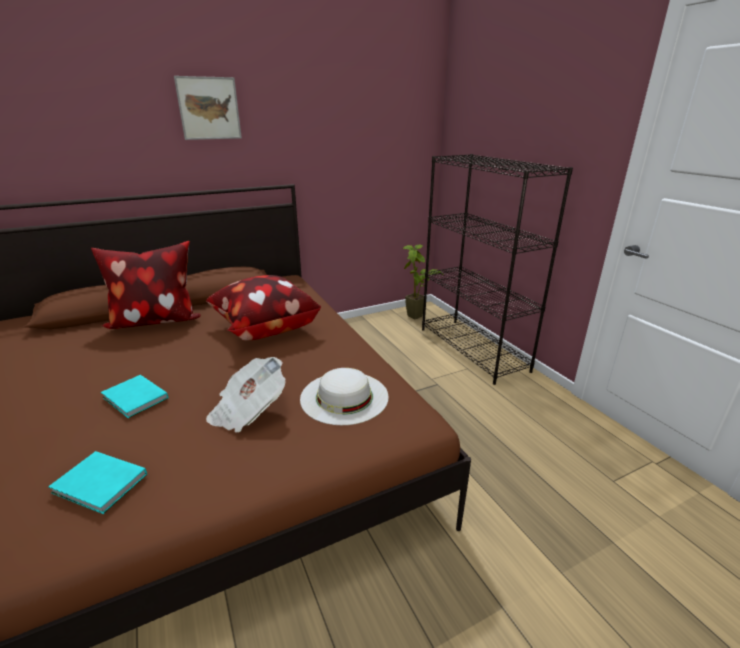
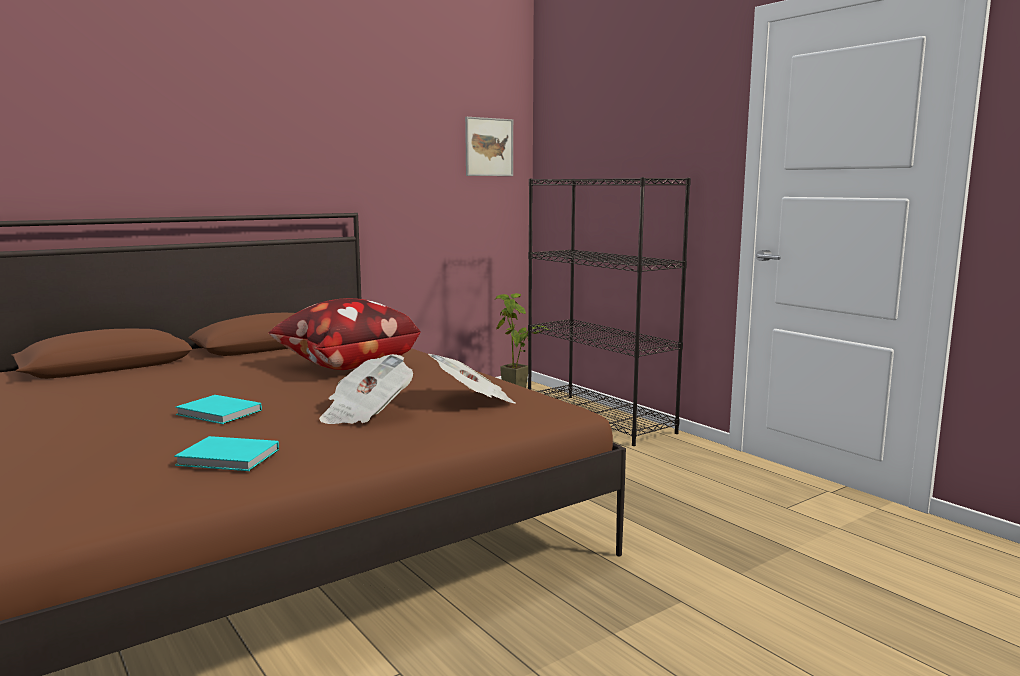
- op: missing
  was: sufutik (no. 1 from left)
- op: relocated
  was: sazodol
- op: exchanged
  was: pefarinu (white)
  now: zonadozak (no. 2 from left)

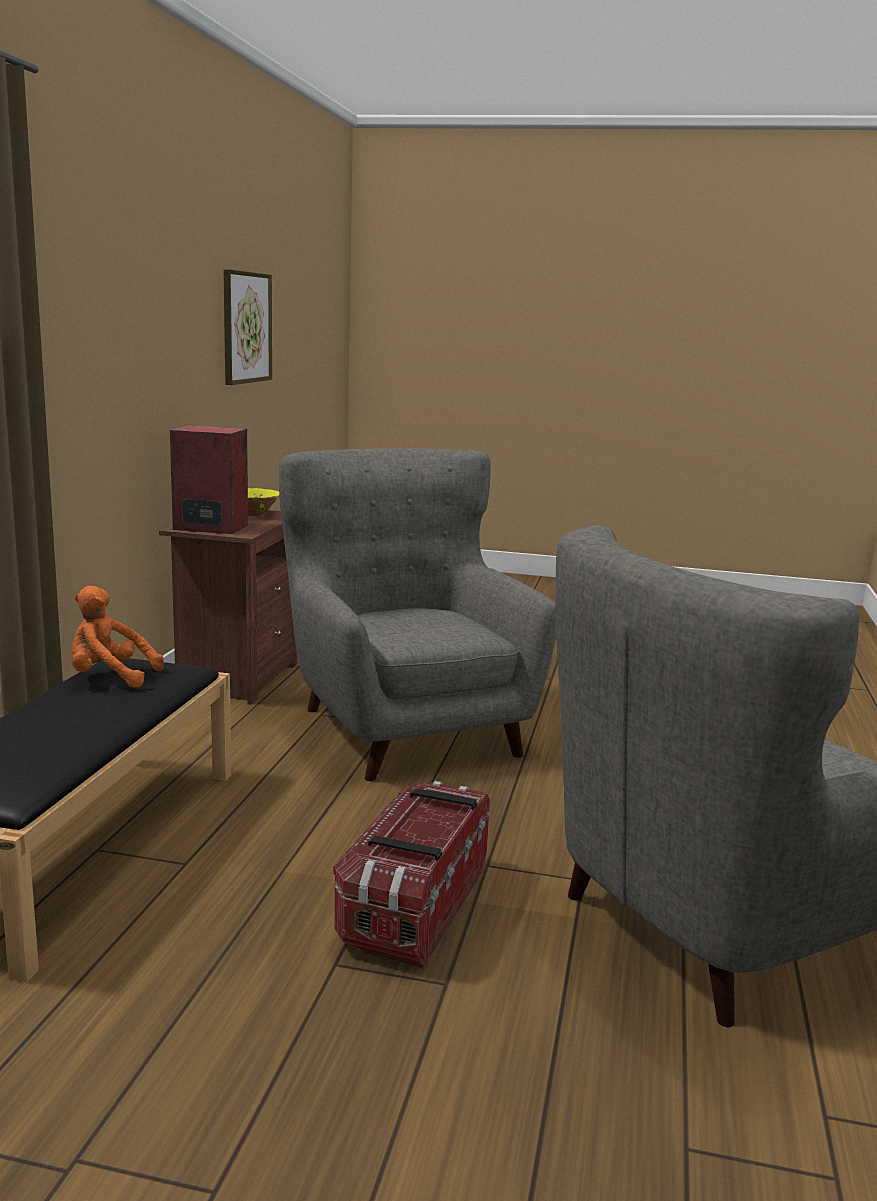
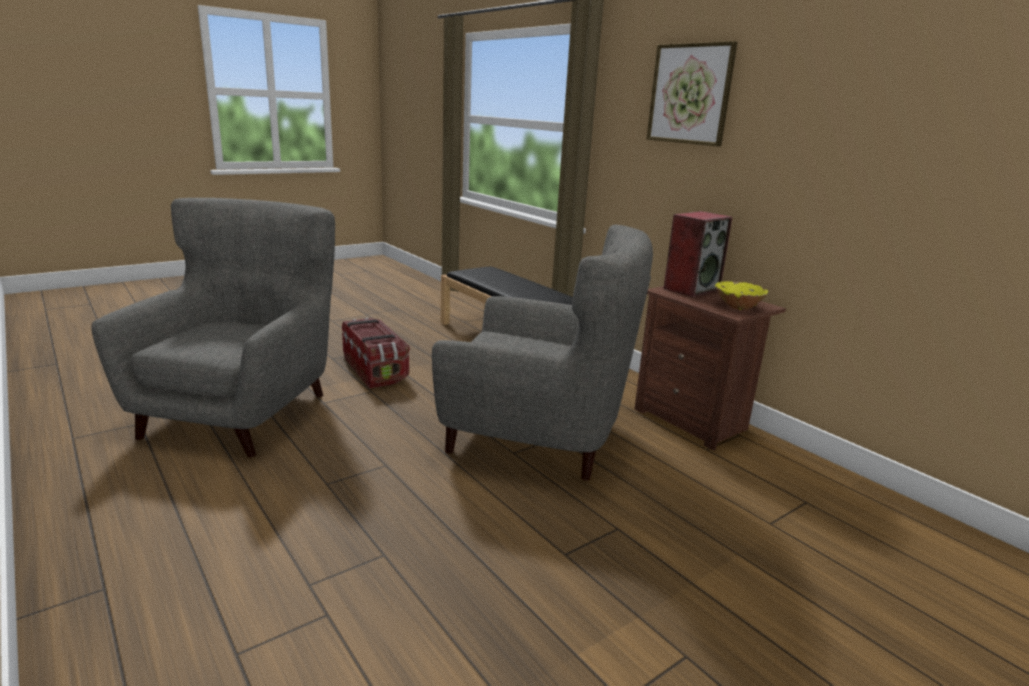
- op: missing
  was: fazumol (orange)
- op: relocated
  was: sazodol

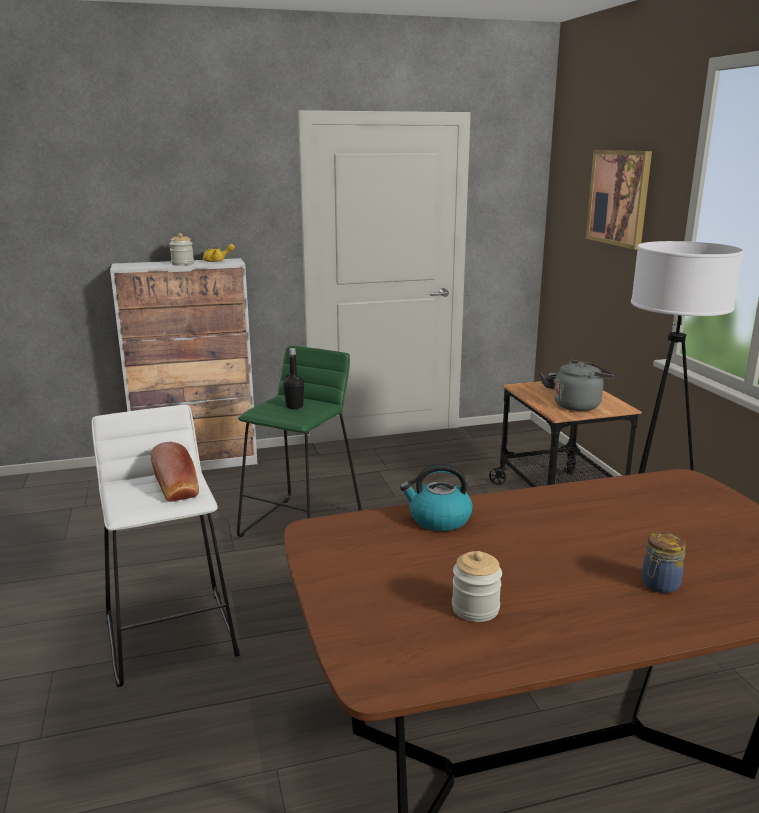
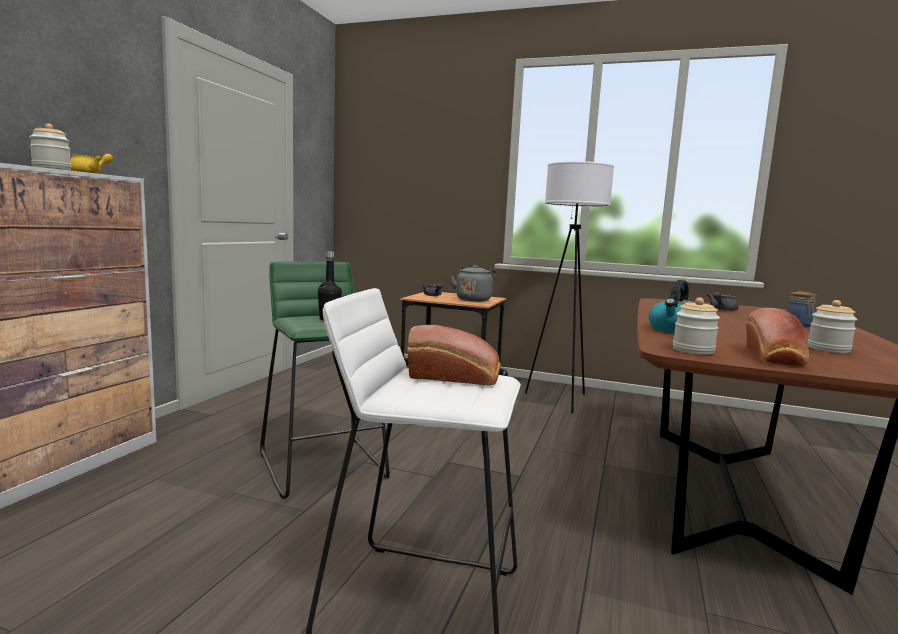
- op: missing
  was: sazodol
- op: appeared
  now: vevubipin (no. 2 from left)
- op: appeared
  now: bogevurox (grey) (no. 2 from left)
- op: appeared
  now: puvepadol (no. 2 from left)

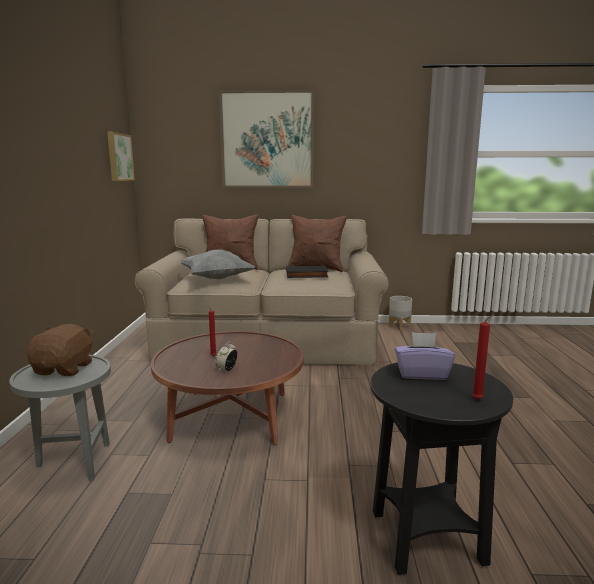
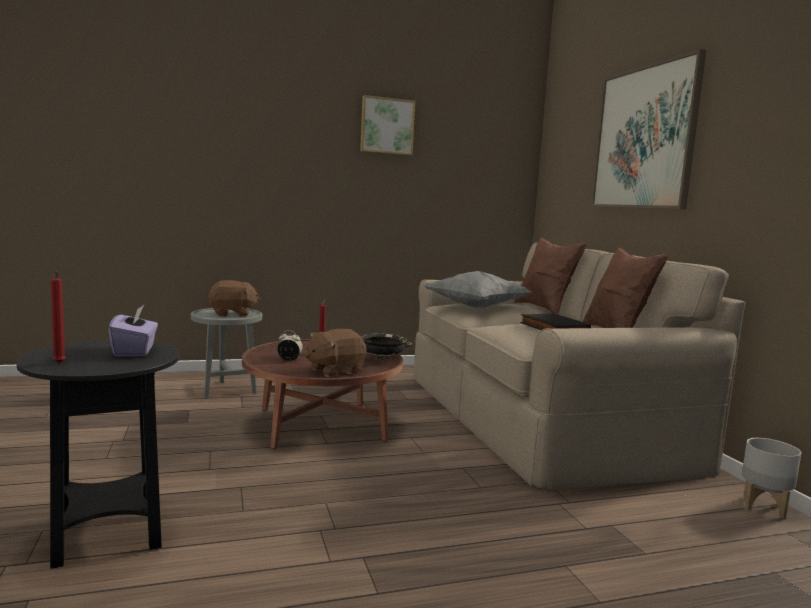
- op: relocated
  was: sazodol (no. 1 from left)
- op: appeared
  now: fazumol (brown) (no. 2 from left)
- op: appeared
  now: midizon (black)

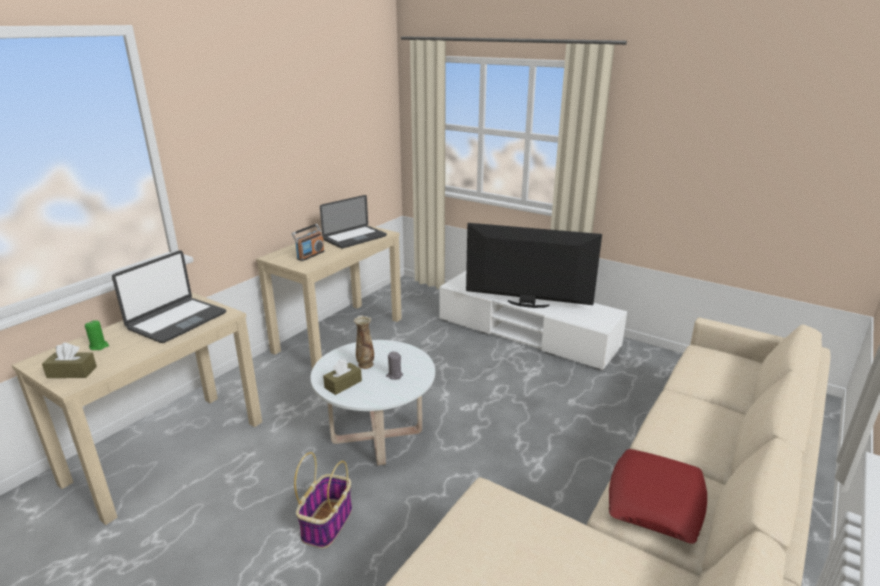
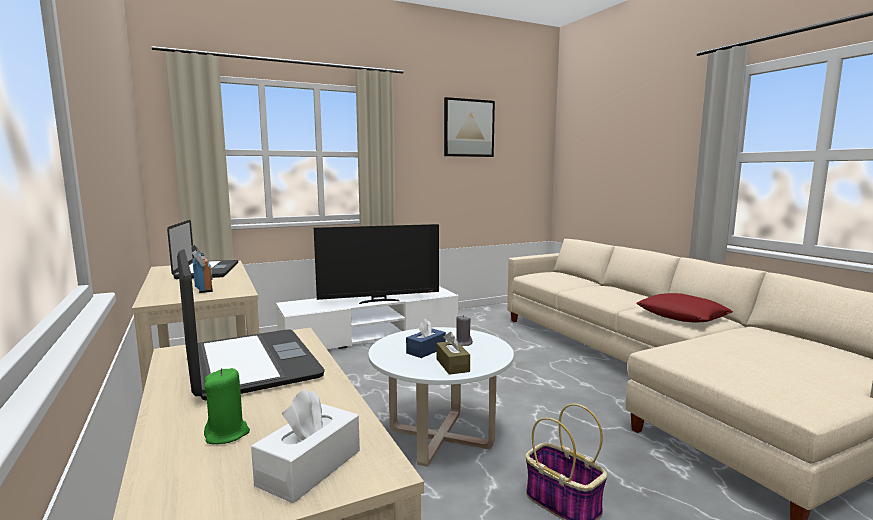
- op: colour
  was: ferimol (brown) (no. 1 from left)
  now: ferimol (white)
- op: exchanged
  was: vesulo
  now: ferimol (blue)
- op: spun
  was: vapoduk
  clockwise: -150
- op: appeared
  now: sazodol

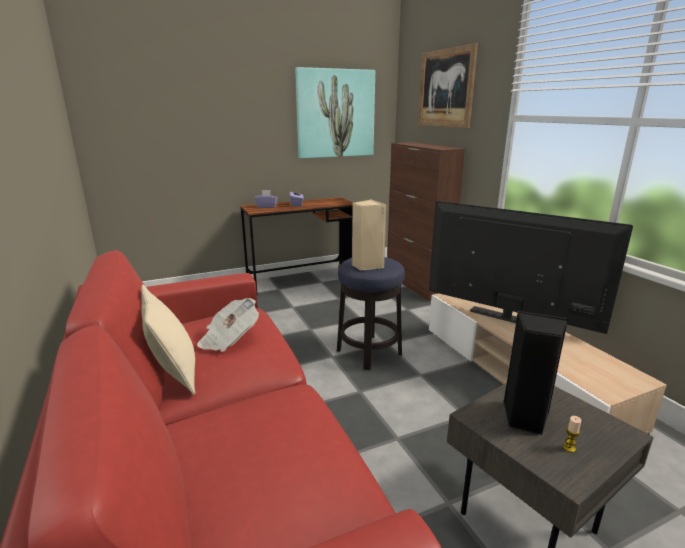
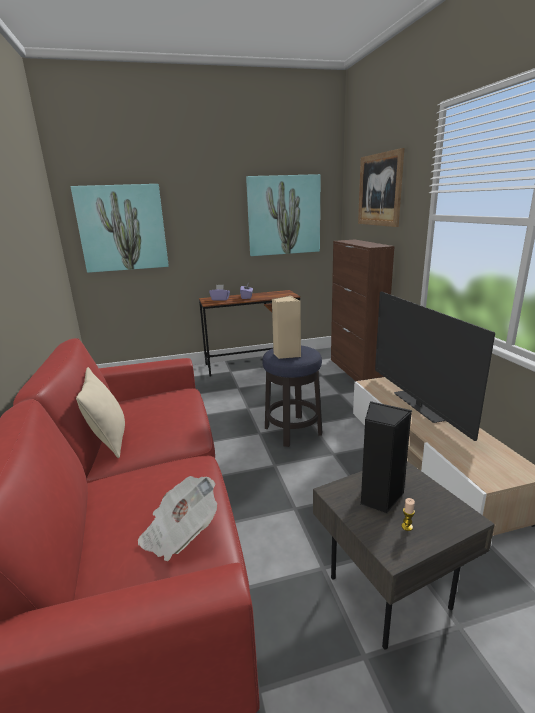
- op: relocated
  was: zonadozak
- op: spun
  was: vapoduk
  clockwise: -150
- op: appeared
  now: sazodol (no. 1 from left)

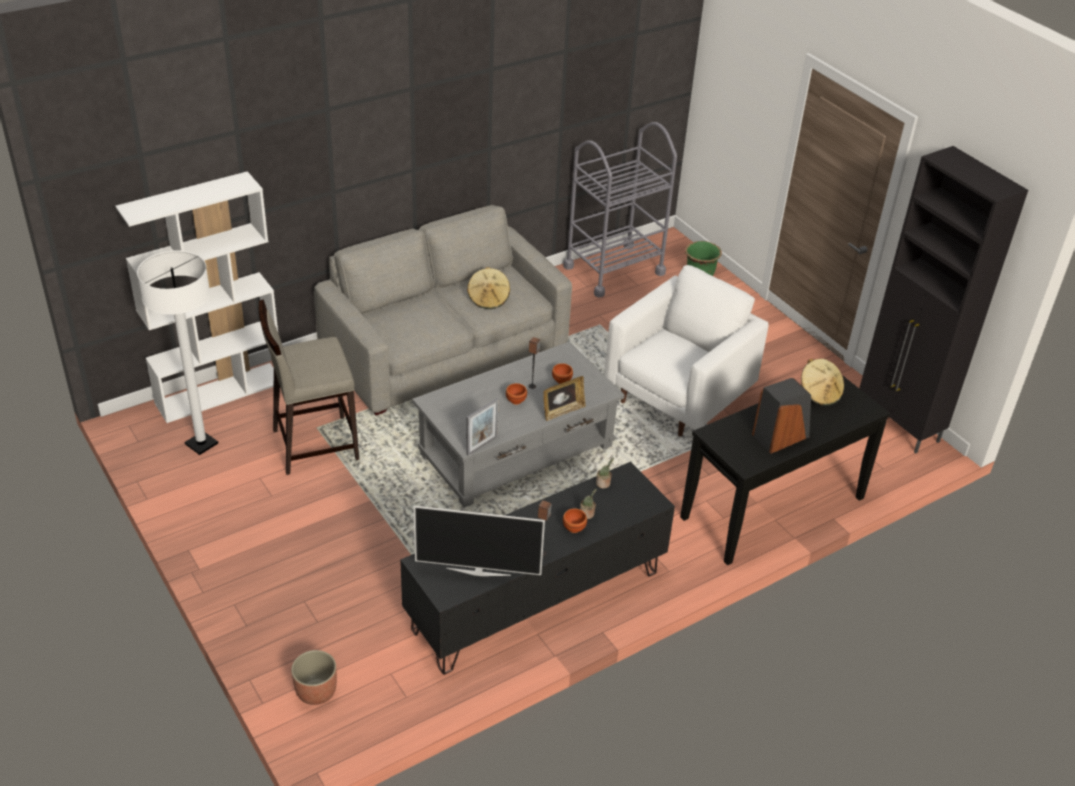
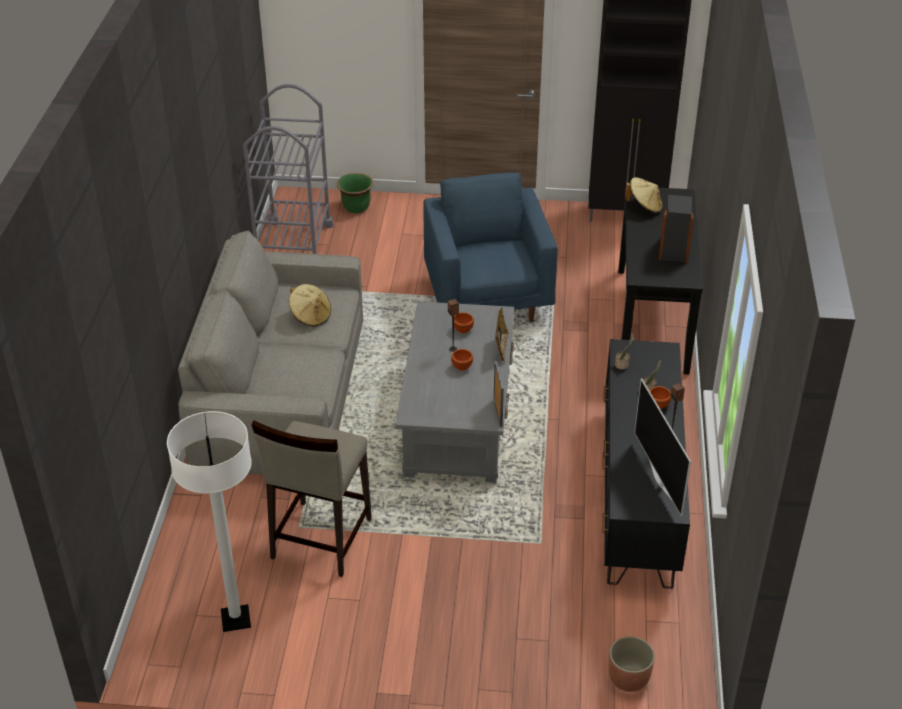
- op: missing
  was: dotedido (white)
- op: spun
  was: vapoduk
  clockwise: 120
- op: colour
  was: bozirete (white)
  now: bozirete (blue)

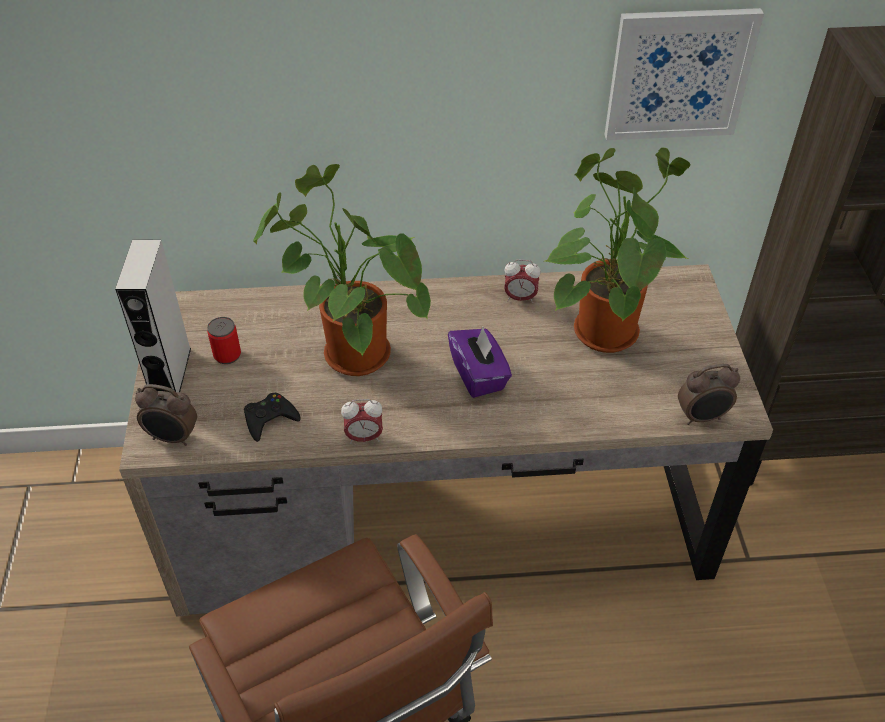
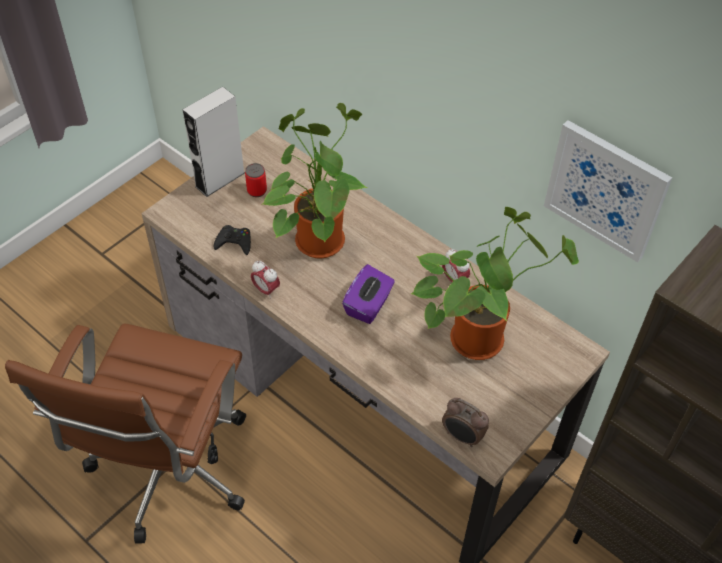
- op: missing
  was: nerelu (no. 1 from left)

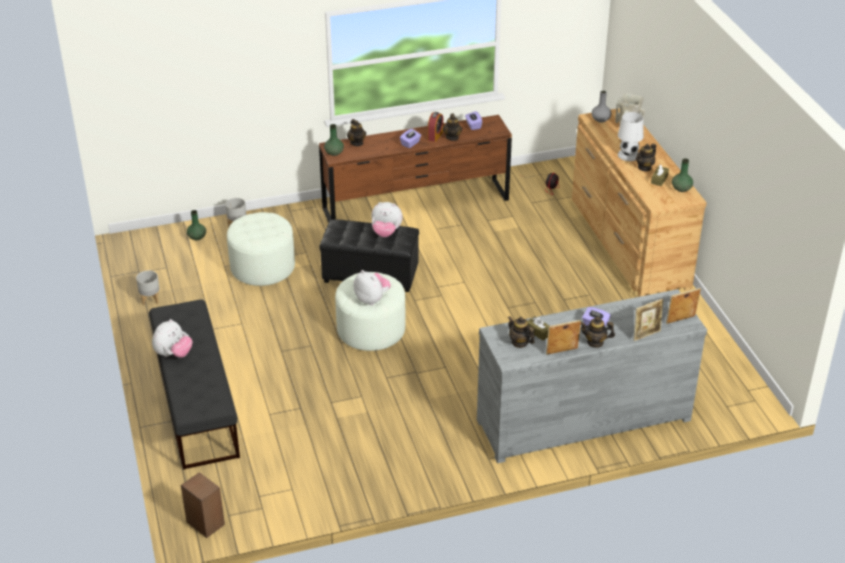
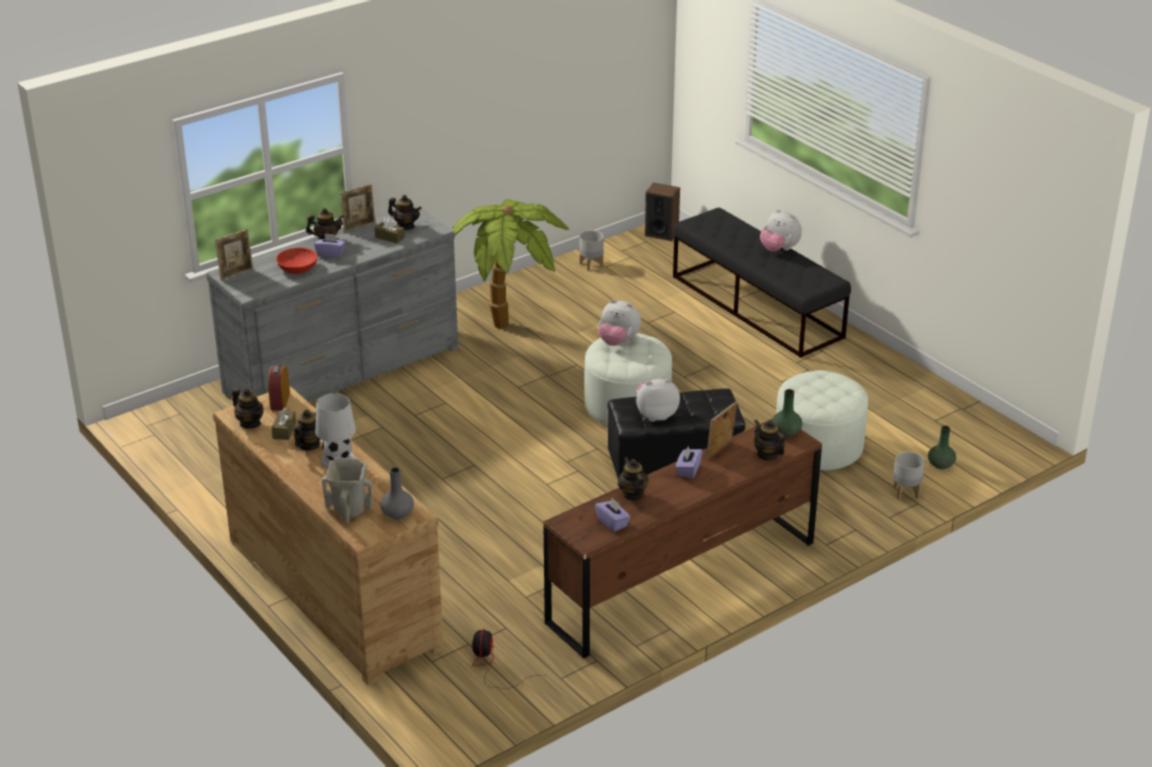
- op: relocated
  was: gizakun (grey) (no. 1 from left)
- op: spun
  was: fazumol (no. 1 from left in the first image)
  clockwise: -60
- op: relocated
  was: nerelu
- op: relocated
  was: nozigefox (no. 2 from left in the first image)
  now: nozigefox (no. 3 from left)
- op: exchanged
  was: vesulo (green) (no. 3 from left)
  now: bogevurox (no. 1 from left)
- op: appeared
  now: midizon (red)
- op: appeared
  now: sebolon

